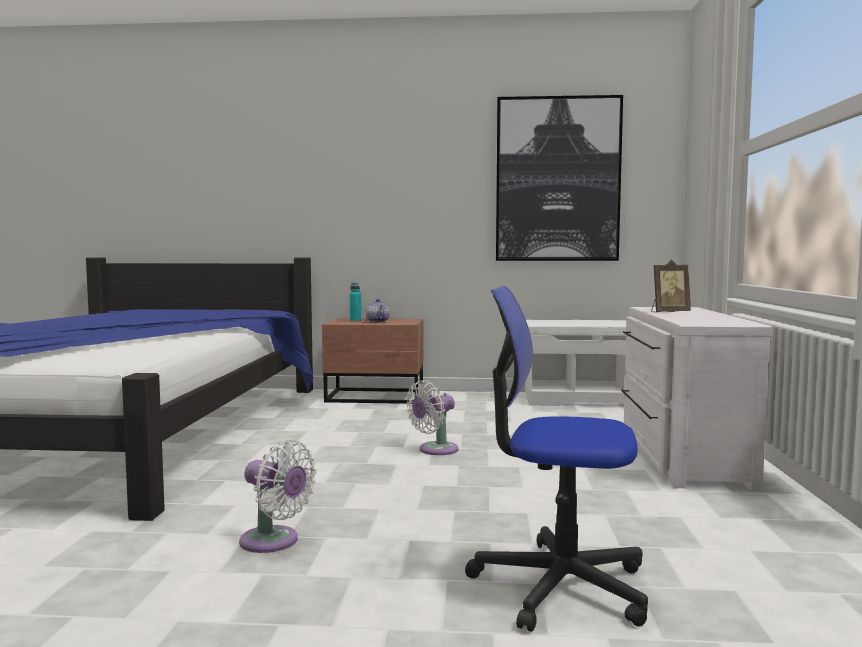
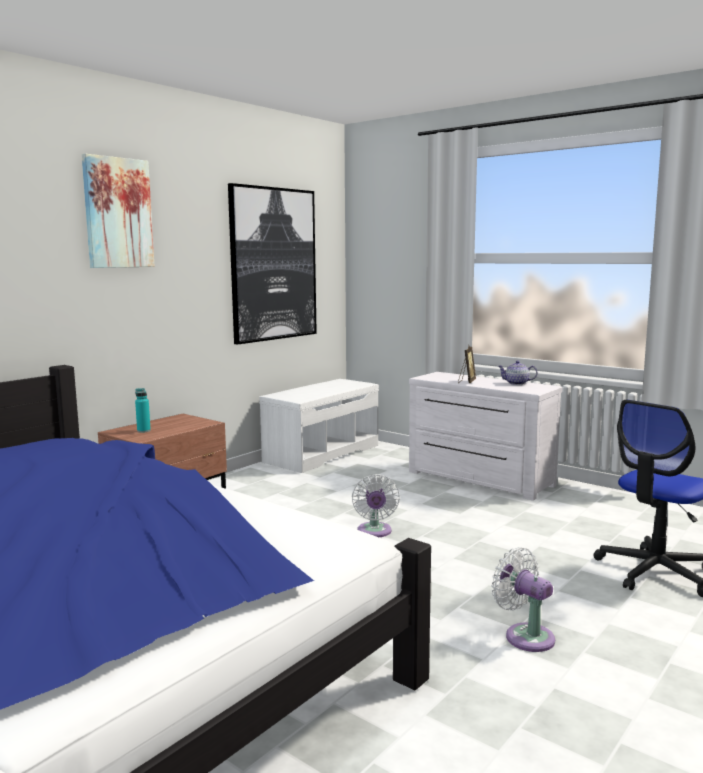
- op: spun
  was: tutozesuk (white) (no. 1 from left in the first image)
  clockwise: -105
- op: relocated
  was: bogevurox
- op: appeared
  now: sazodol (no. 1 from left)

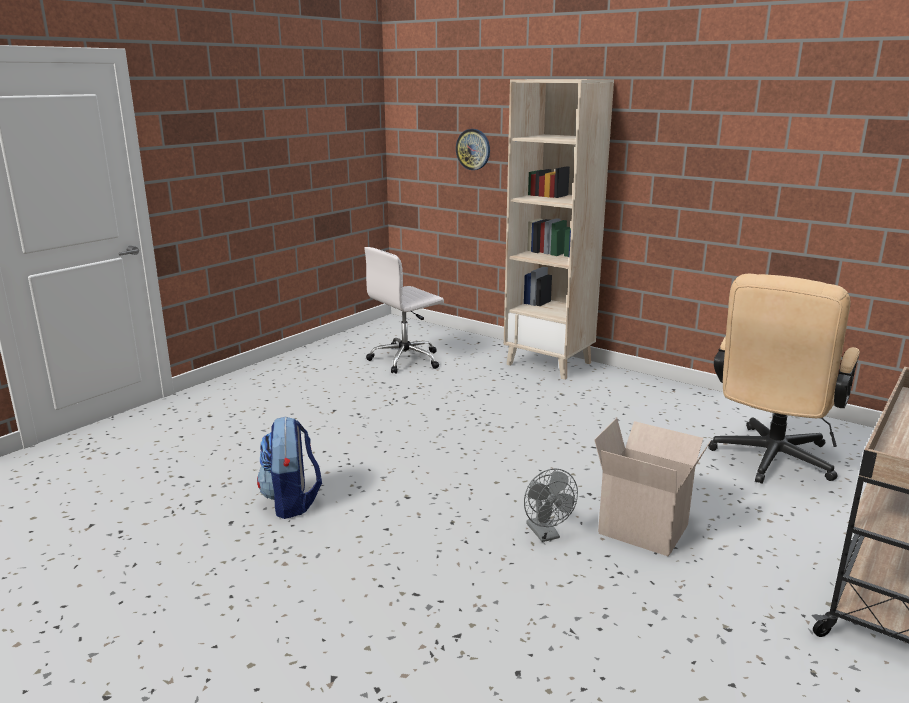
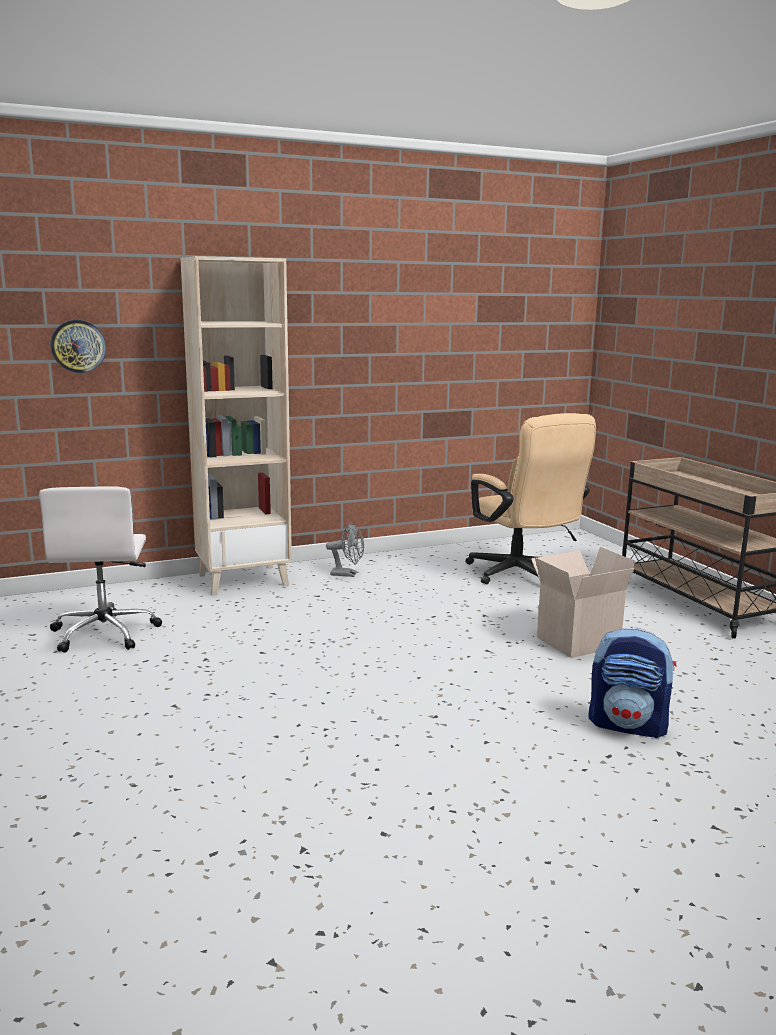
- op: relocated
  was: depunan
- op: relocated
  was: tutozesuk (grey)

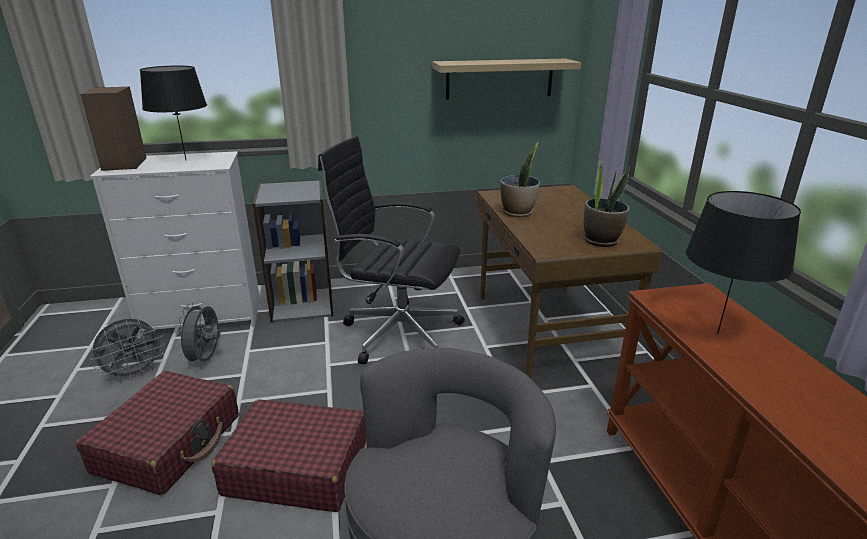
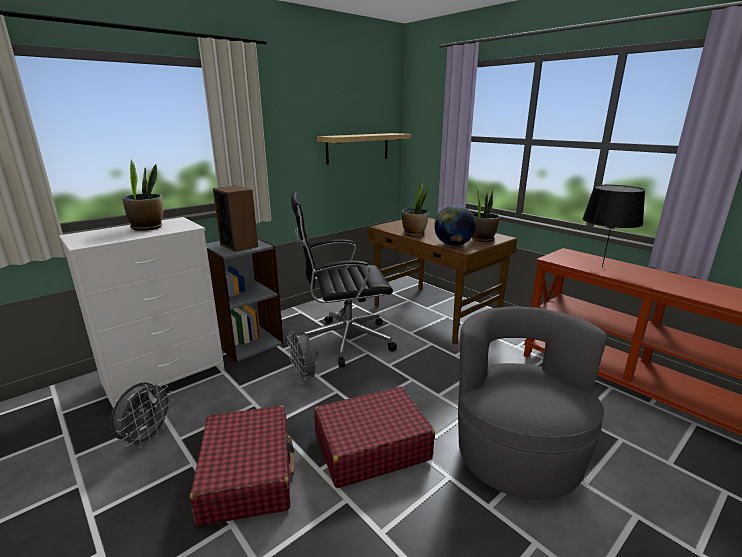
- op: relocated
  was: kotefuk
- op: exchanged
  was: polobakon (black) (no. 1 from left)
  now: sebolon (no. 1 from left)
- op: relocated
  was: tutozesuk (grey) (no. 2 from left)
- op: appeared
  now: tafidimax

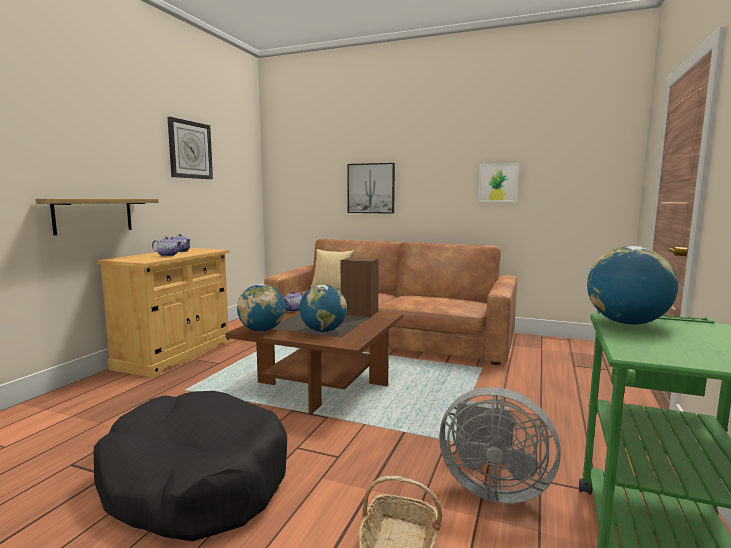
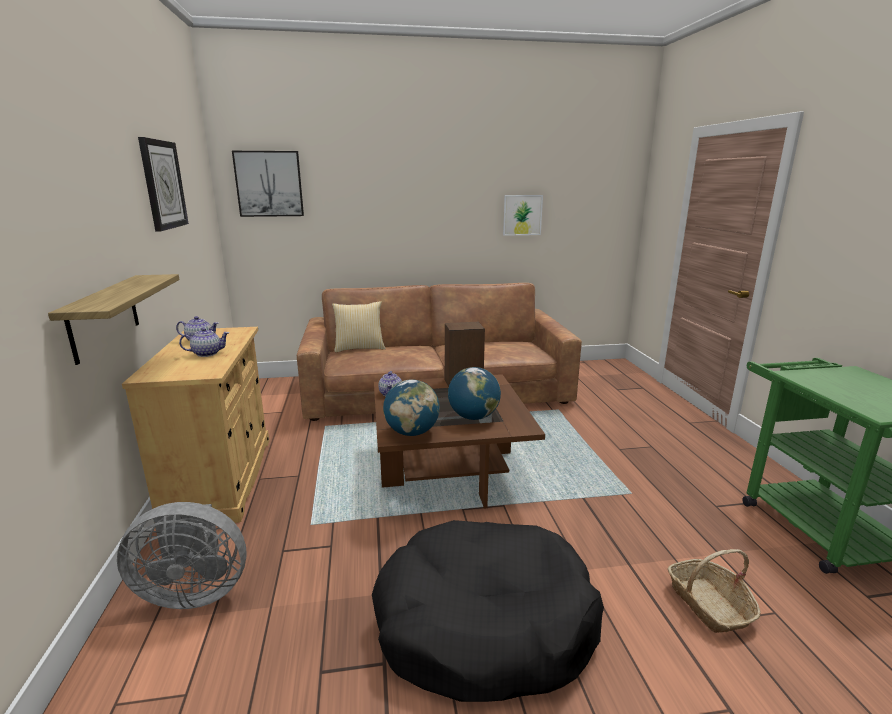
- op: relocated
  was: sazodol (no. 1 from left)
- op: relocated
  was: tutozesuk (grey)
- op: missing
  was: tafidimax (no. 3 from left)

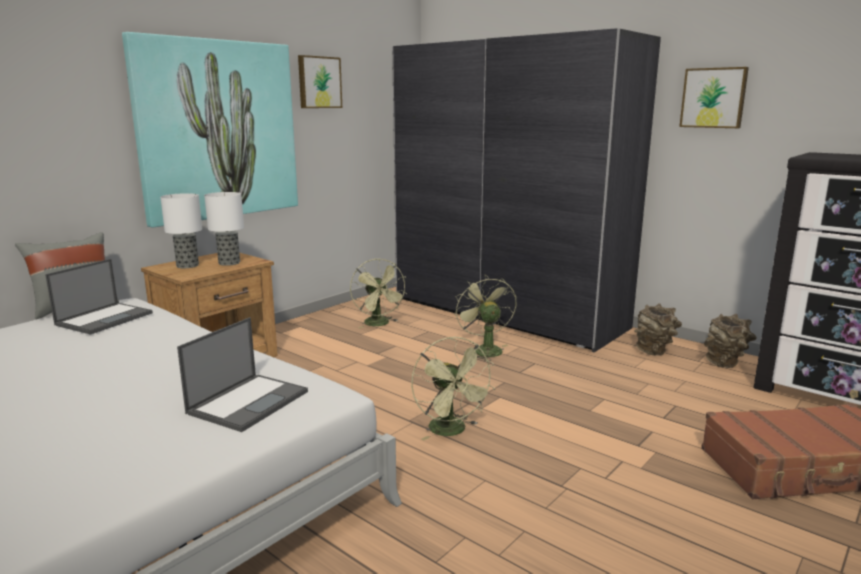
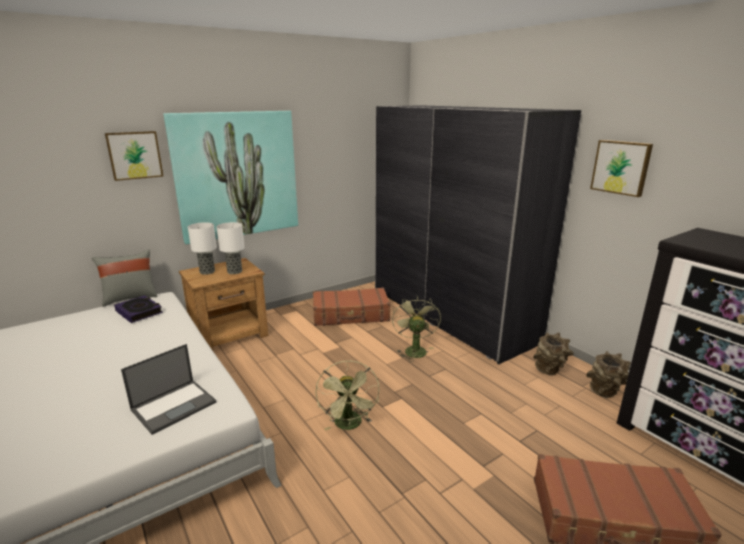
- op: exchanged
  was: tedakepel (no. 1 from left)
  now: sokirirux
- op: relocated
  was: sazodol (no. 2 from left in the first image)
  now: sazodol (no. 1 from left)
- op: exchanged
  was: tutozesuk (green) (no. 1 from left)
  now: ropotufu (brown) (no. 1 from left)

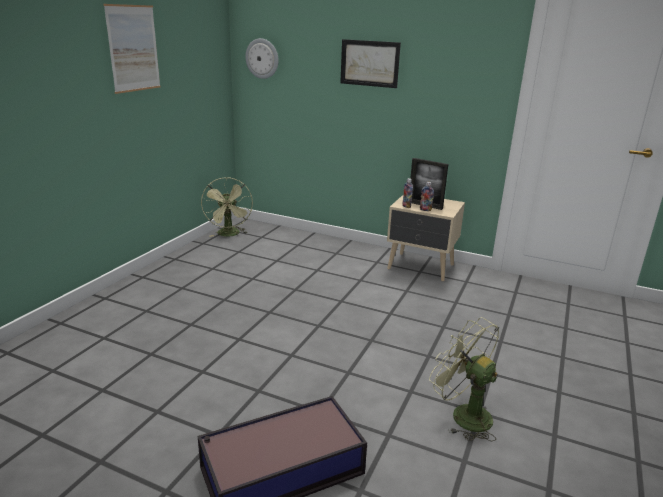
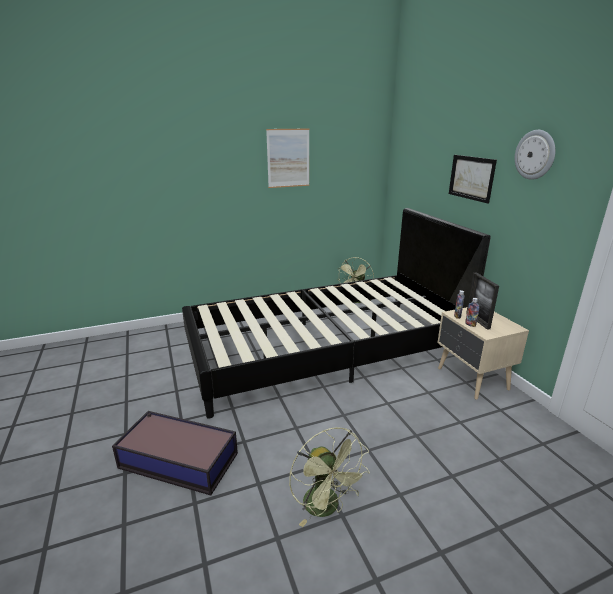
- op: relocated
  was: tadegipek
- op: spun
  was: tutozesuk (green) (no. 2 from left in the first image)
  clockwise: 150
- op: appeared
  now: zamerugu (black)

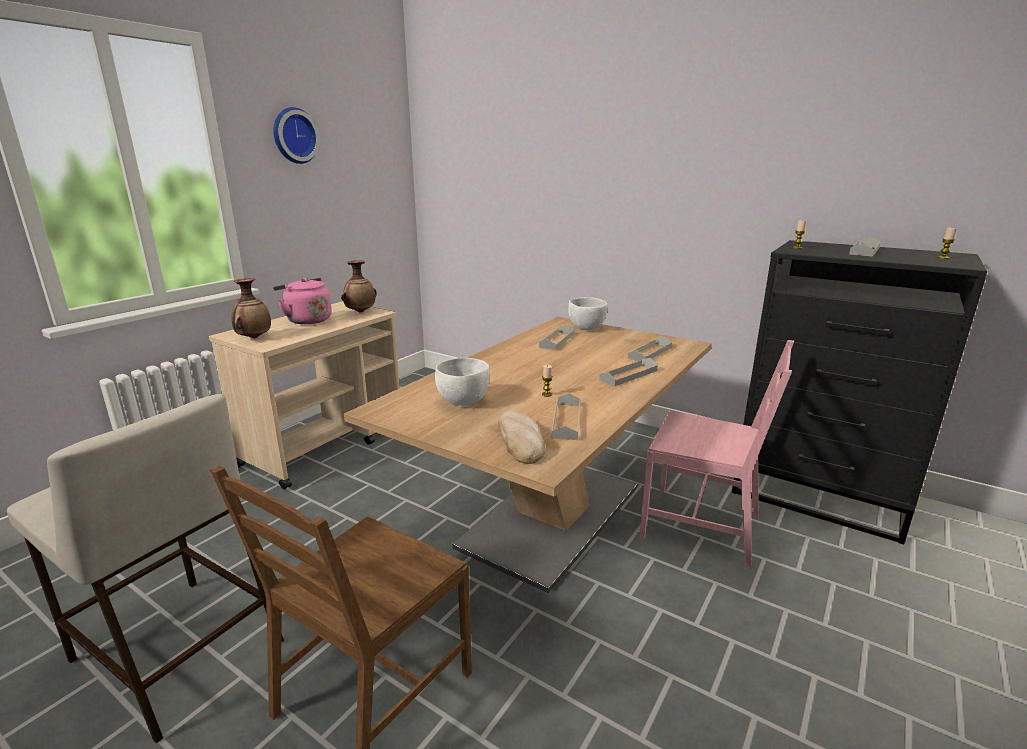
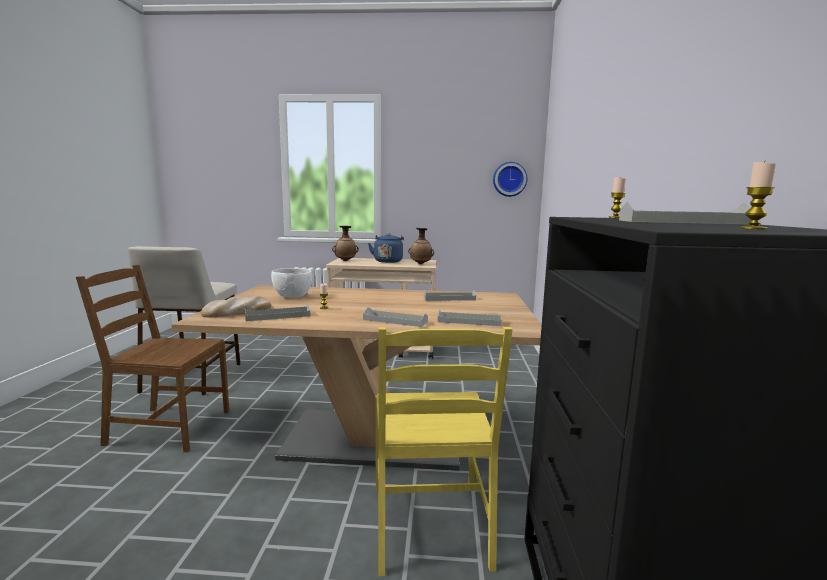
- op: relocated
  was: tadegipek
- op: colour
  was: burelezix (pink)
  now: burelezix (blue)
- op: missing
  was: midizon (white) (no. 2 from left)
- op: colour
  was: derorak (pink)
  now: derorak (yellow)

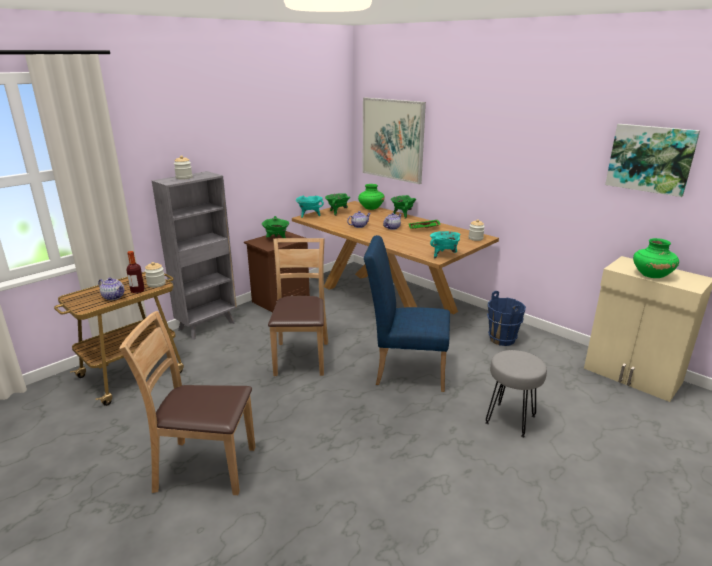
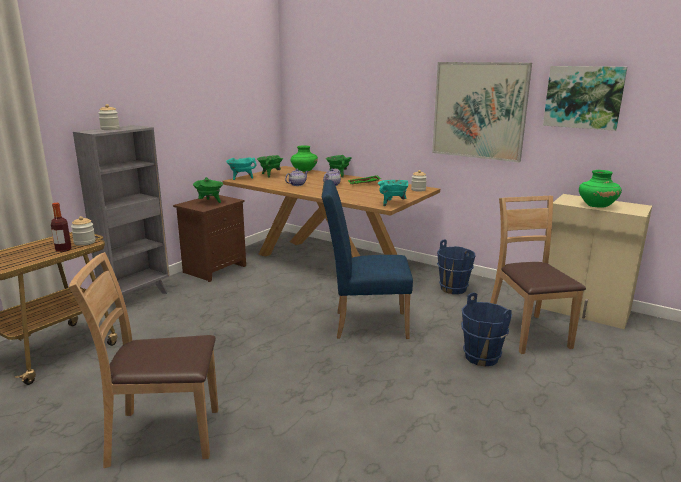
- op: missing
  was: bogevurox (no. 1 from left)
- op: relocated
  was: derorak (brown) (no. 2 from left)
- op: relocated
  was: sazodol (no. 1 from left)
- op: exchanged
  was: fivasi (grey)
  now: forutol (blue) (no. 2 from left)

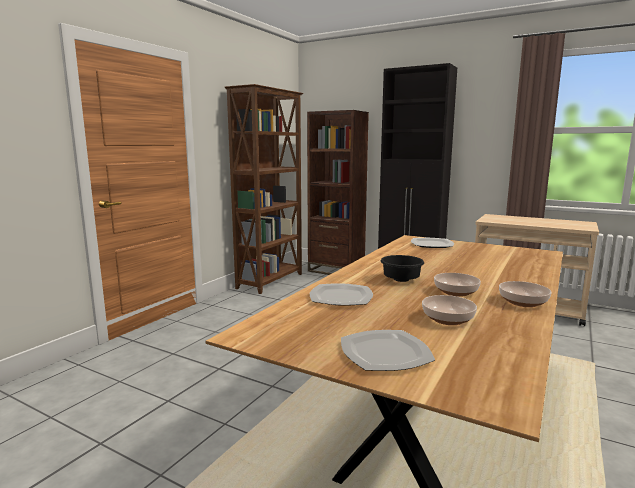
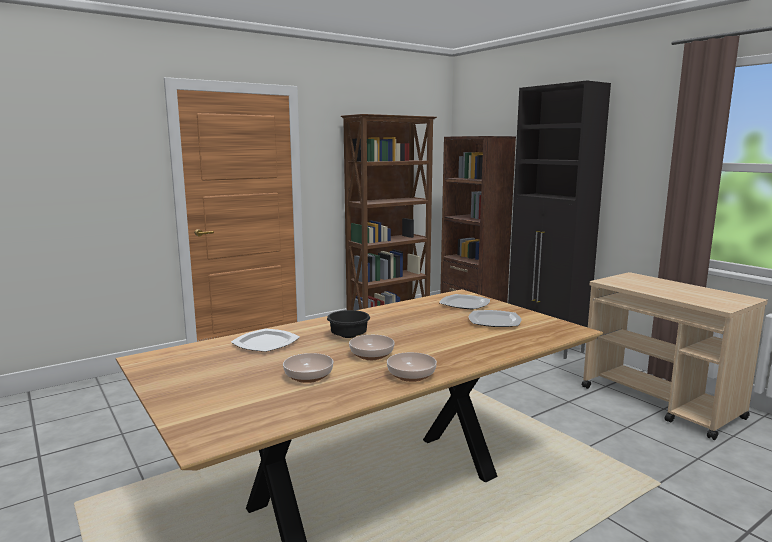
- op: relocated
  was: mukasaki (no. 2 from left in the first image)
  now: mukasaki (no. 3 from left)

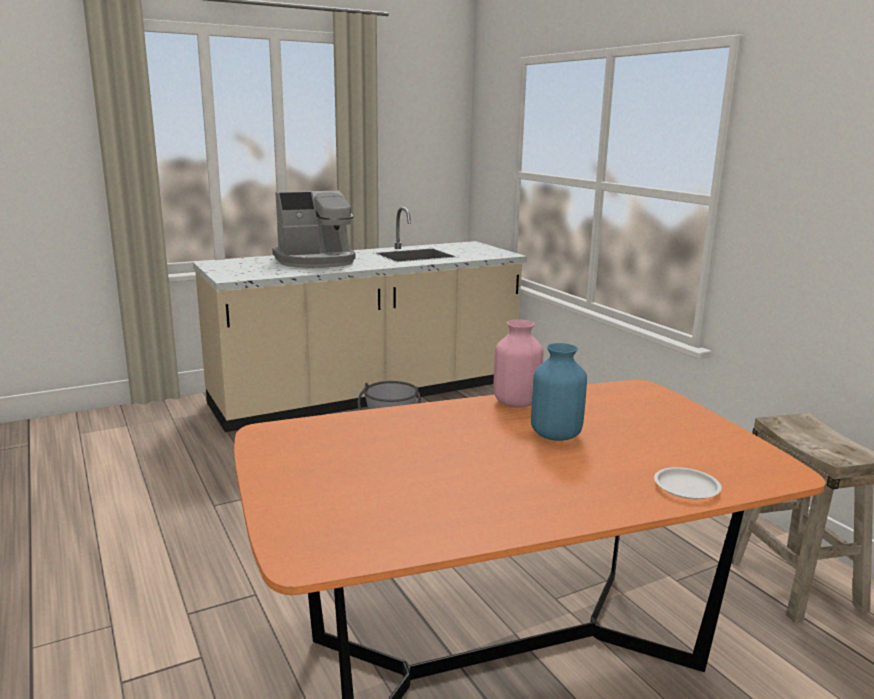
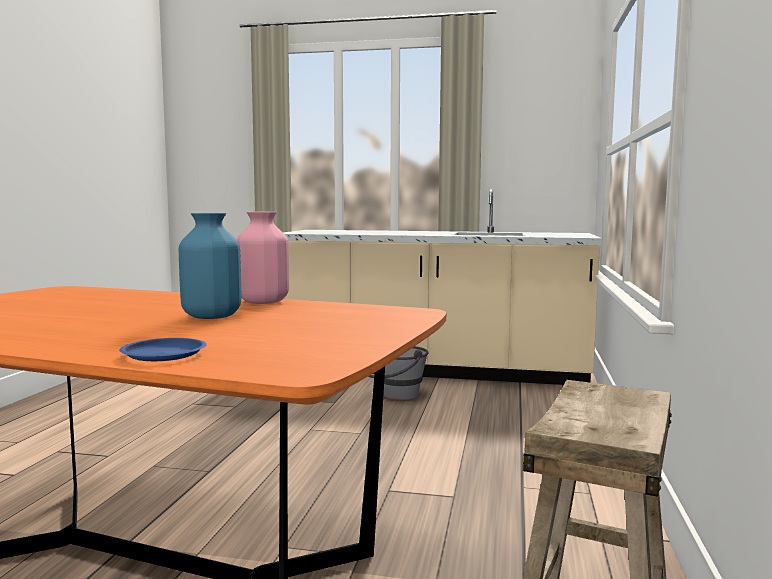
- op: missing
  was: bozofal
- op: colour
  was: mukasaki (white)
  now: mukasaki (blue)

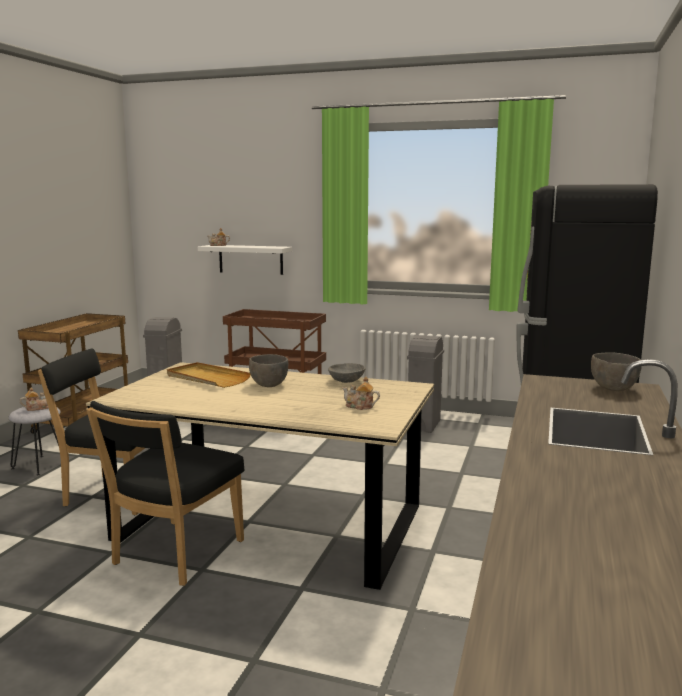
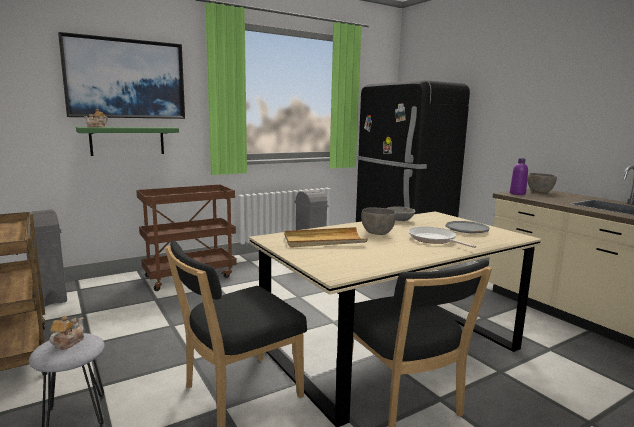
- op: colour
  was: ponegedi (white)
  now: ponegedi (green)
- op: exchanged
  was: bogevurox (no. 3 from left)
  now: mukasaki (grey)
- op: appeared
  now: sazodol
- op: appeared
  now: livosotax
- op: appeared
  now: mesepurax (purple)

